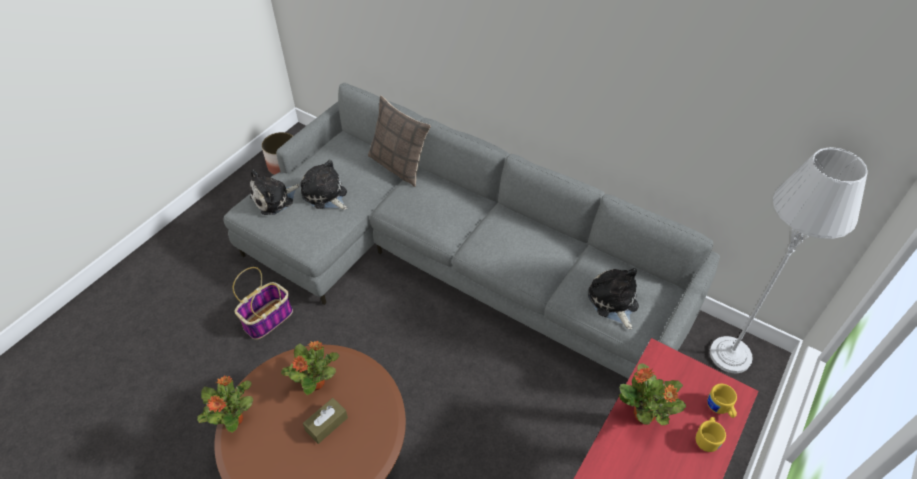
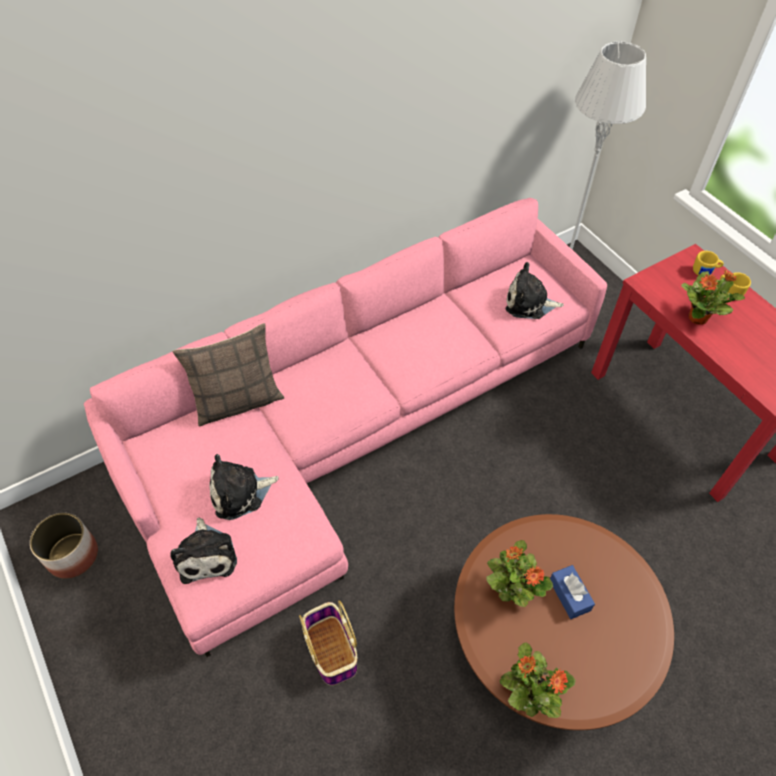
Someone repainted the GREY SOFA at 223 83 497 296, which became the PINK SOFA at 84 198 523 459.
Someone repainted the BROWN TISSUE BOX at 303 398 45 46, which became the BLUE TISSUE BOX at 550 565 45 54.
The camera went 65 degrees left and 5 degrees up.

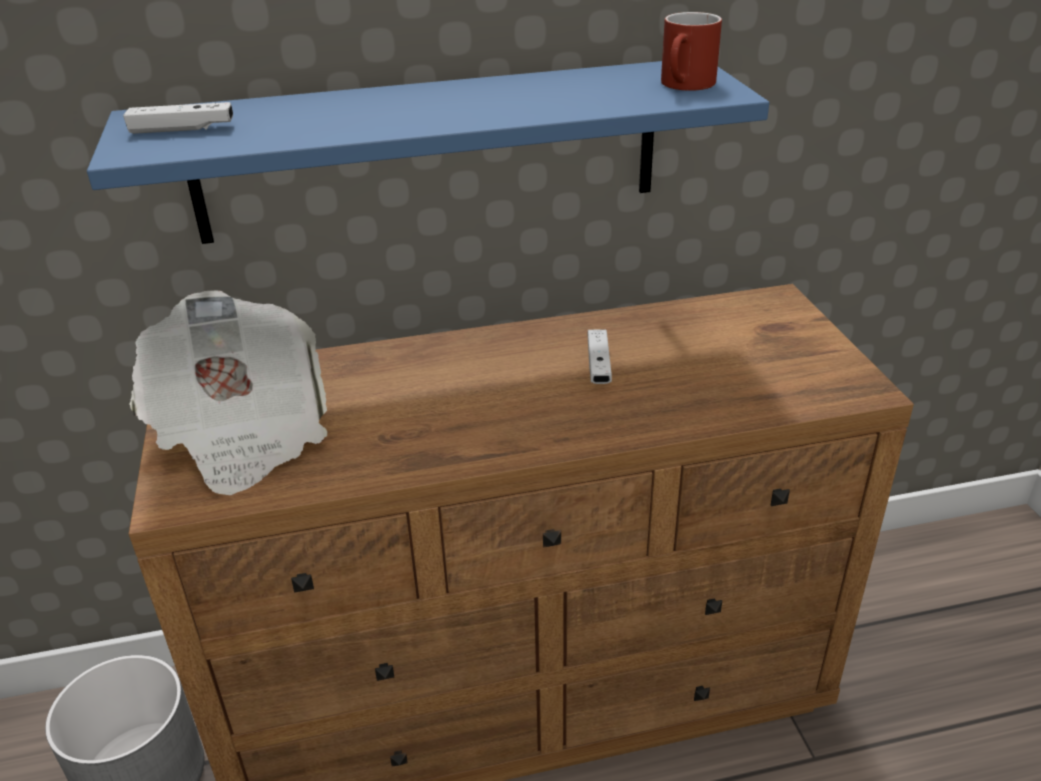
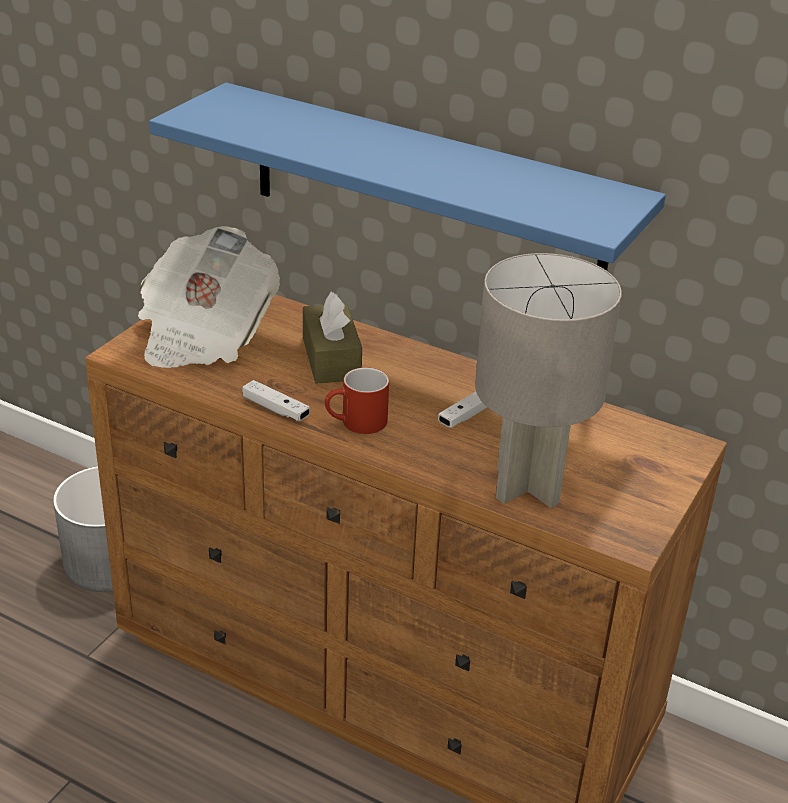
Someone put down the BROWN TISSUE BOX at 303 292 59 91.
Someone put down the GREY TABLE LAMP at 475 253 147 255.
Someone carried the WHITE GAME CONTROLLER from 123 102 110 32 to 242 380 68 41.
Someone carried the RED MUG from 661 12 61 79 to 325 367 64 67.
The camera went 40 degrees right and 0 degrees up.

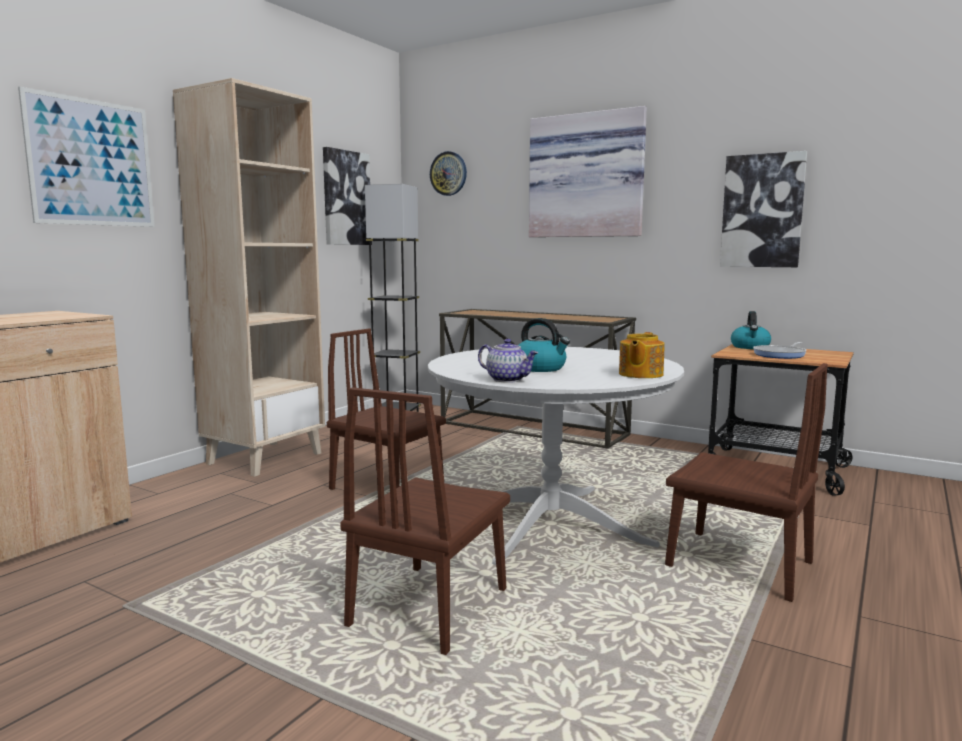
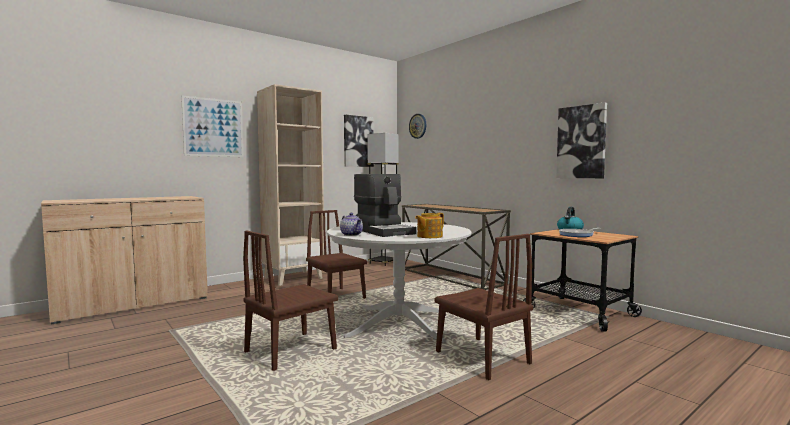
Someone took away the PICTURE at 529 106 118 131.
Someone swapped the KETTLE at 518 318 52 54 for the COFFEE MACHINE at 354 174 63 63.
The camera went 20 degrees right and 5 degrees down.

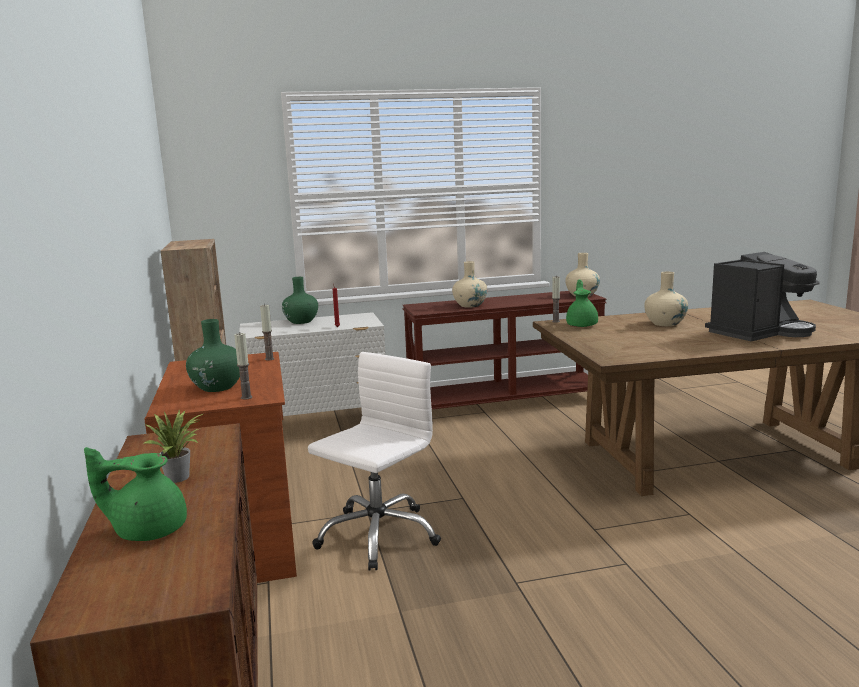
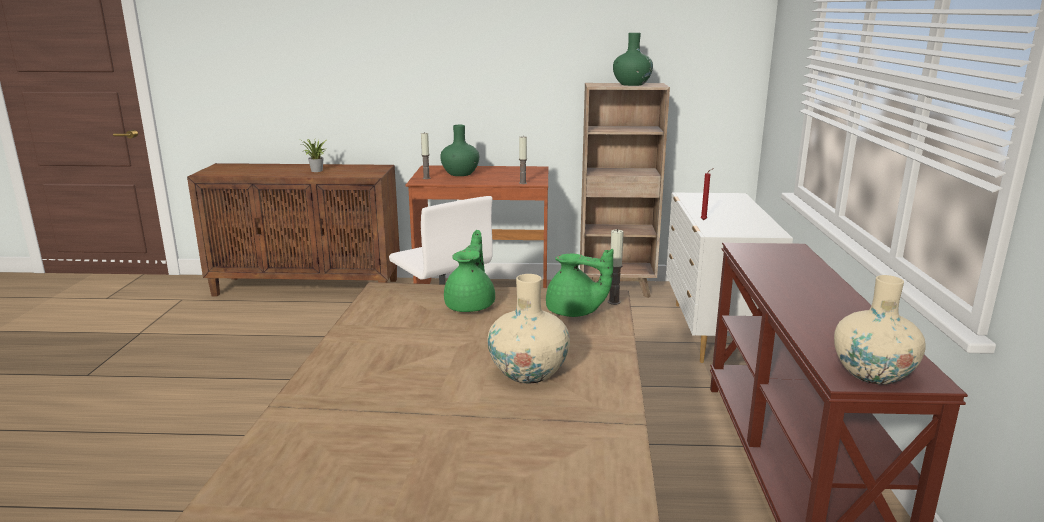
Someone took away the BEIGE VASE at 452 261 35 47.
Someone took away the COFFEE MACHINE at 705 252 115 89.
Someone carried the GREEN TEAPOT from 84 447 103 94 to 444 230 51 82.
Someone carried the GREEN VASE from 282 277 36 47 to 613 33 40 53.
The camera went 105 degrees right and 5 degrees up.

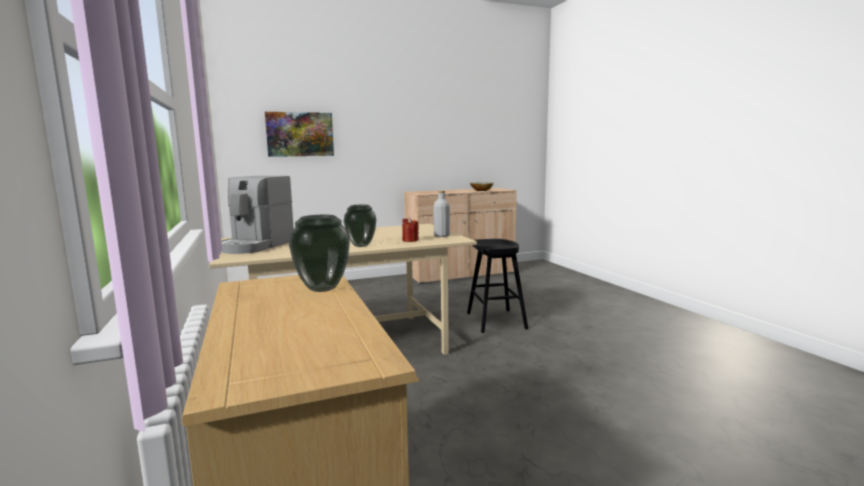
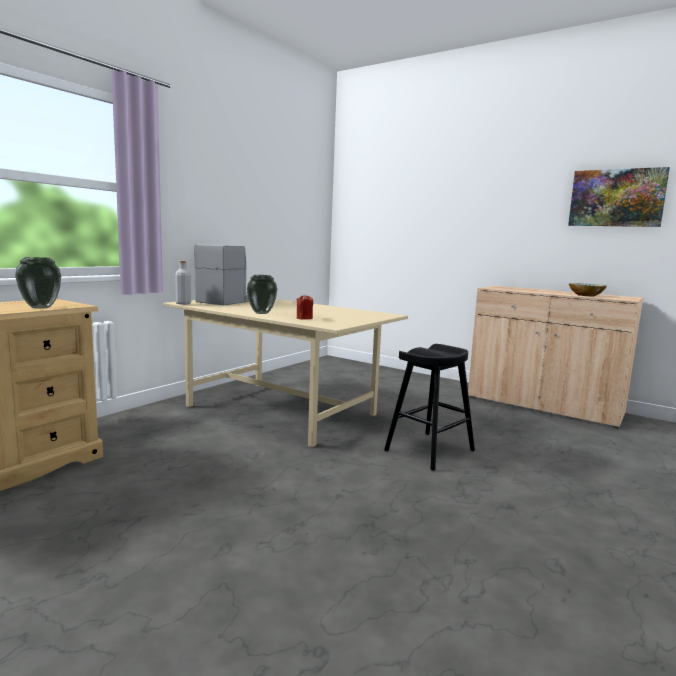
Someone carried the PICTURE from 265 112 69 45 to 568 167 102 60.
Someone carried the GREY BOTTLE from 433 191 17 46 to 175 261 16 44.
Someone rotated the COFFEE MACHINE at 221 176 73 78 by 135 degrees clockwise.
The camera went 55 degrees right and 0 degrees up.

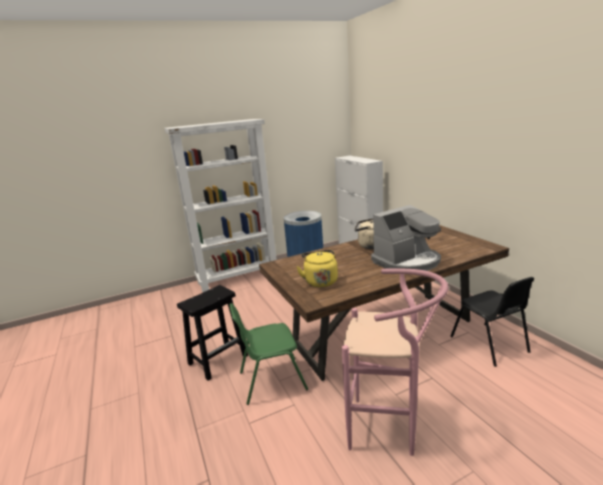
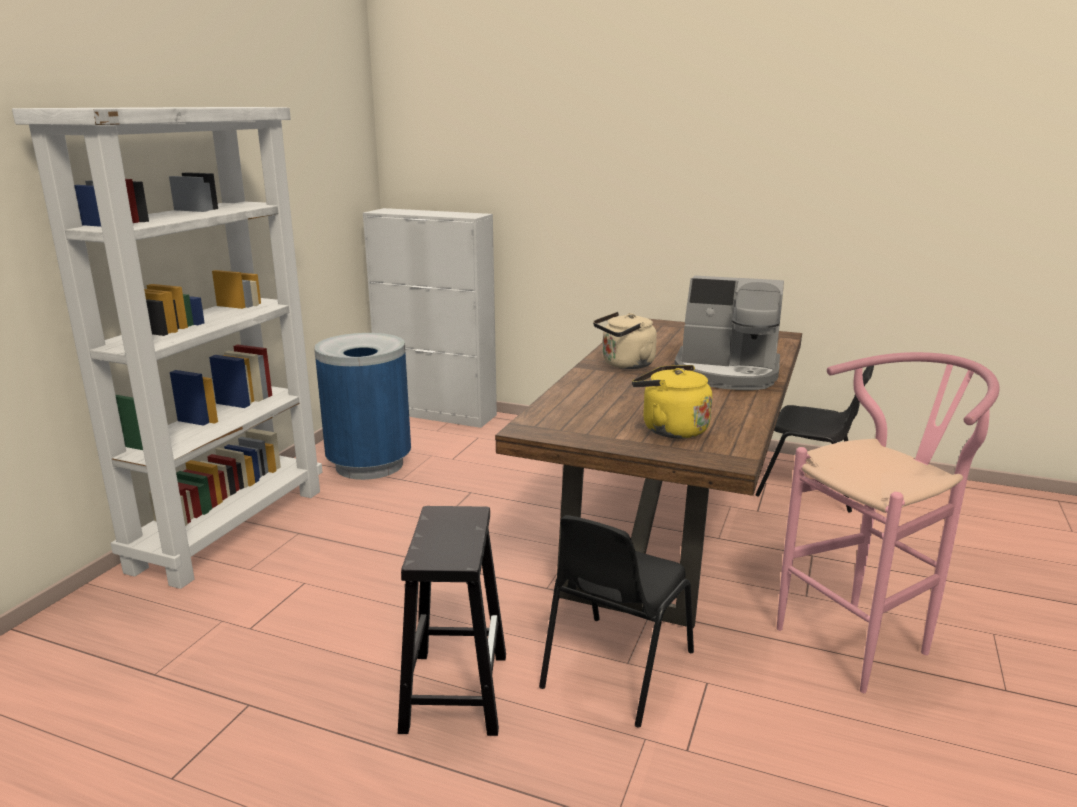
Someone repainted the GREEN CHAIR at 230 303 78 102, which became the BLACK CHAIR at 539 515 155 213.
Someone rotated the COFFEE MACHINE at 371 205 70 66 by 90 degrees clockwise.
The camera went 45 degrees left and 0 degrees up.

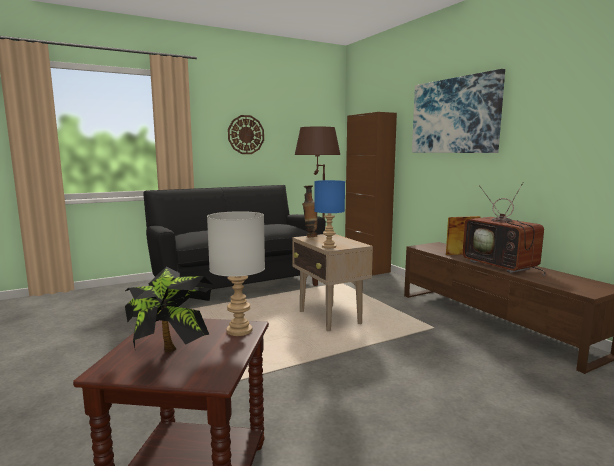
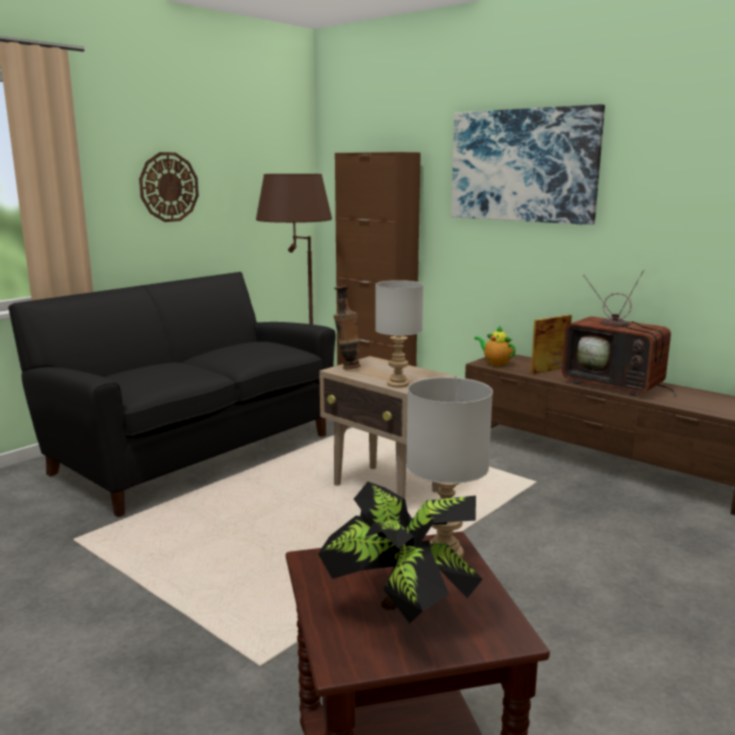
Someone put down the TEAPOT at 474 326 42 40.
Someone repainted the BLUE TABLE LAMP at 314 180 31 68, which became the GREY TABLE LAMP at 375 280 49 108.
The camera went 20 degrees left and 5 degrees up.

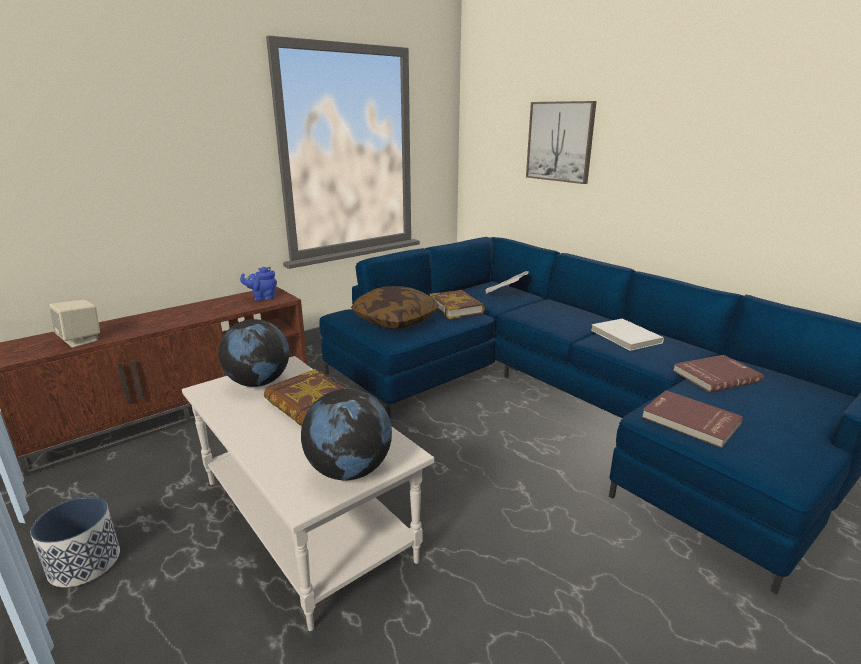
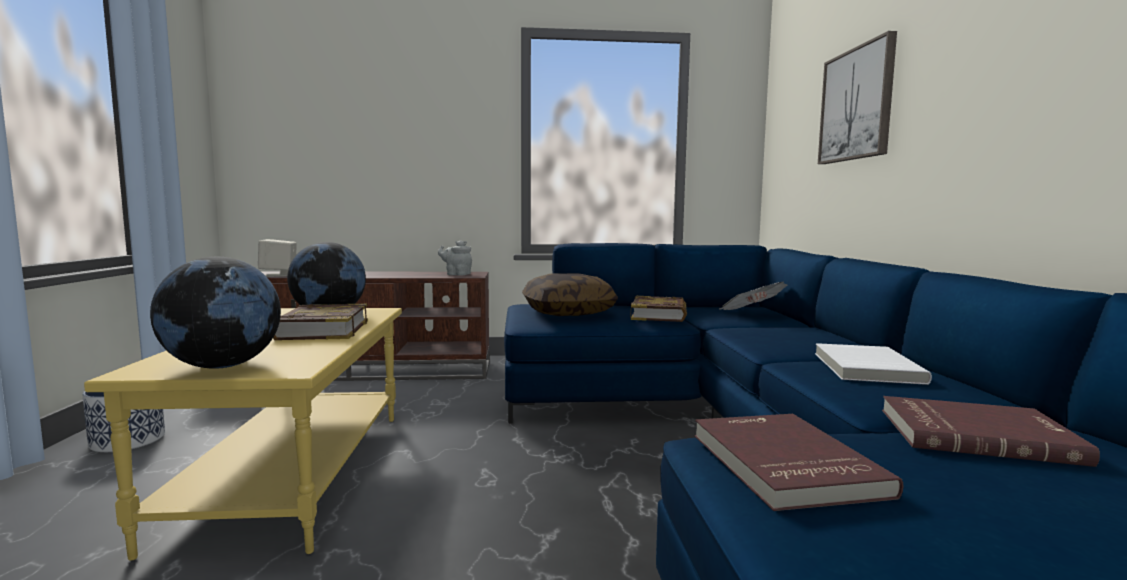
Someone repainted the WHITE COFFEE TABLE at 182 356 252 275, which became the YELLOW COFFEE TABLE at 84 308 318 253.
Someone repainted the BLUE TEAPOT at 240 267 37 34, which became the GREY TEAPOT at 438 240 34 36.
The camera went 35 degrees right and 15 degrees down.

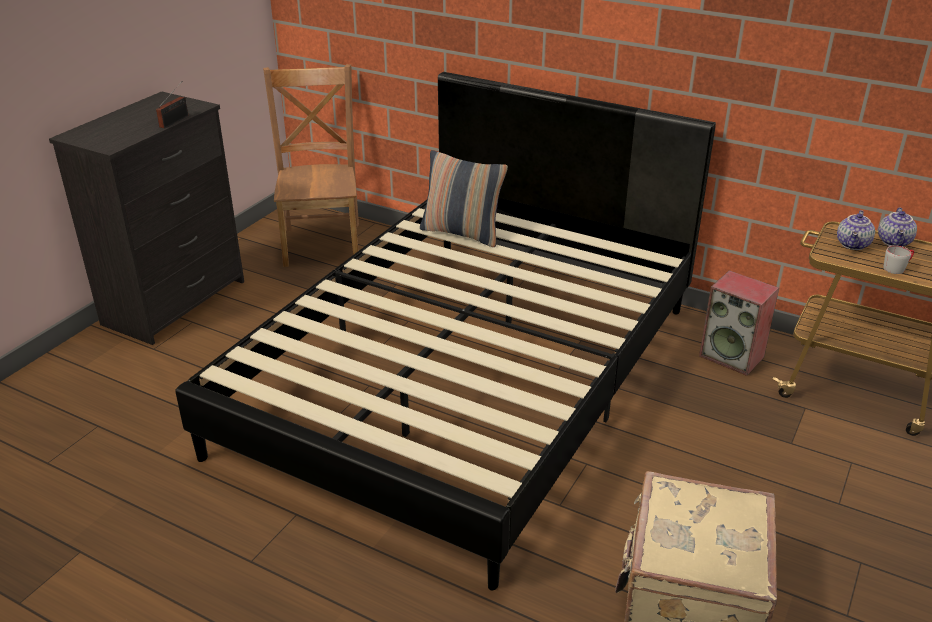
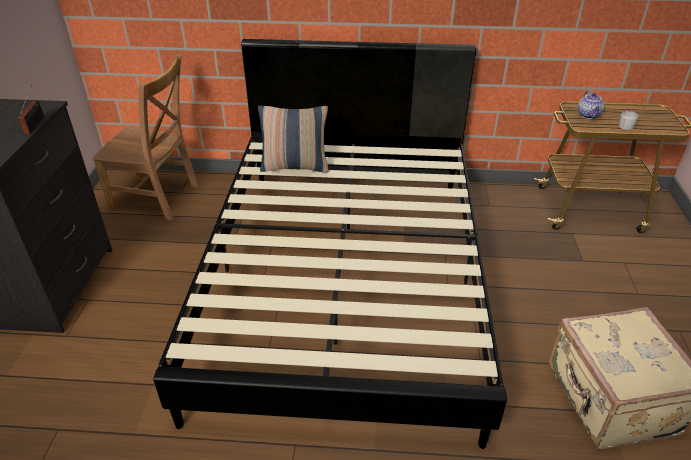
Someone took away the SPEAKER at 699 270 80 106.
Someone took away the TEAPOT at 878 207 39 40.
Someone rotated the BROWN CHAIR at 263 64 96 203 by 135 degrees clockwise.
The camera went 25 degrees left and 5 degrees up.

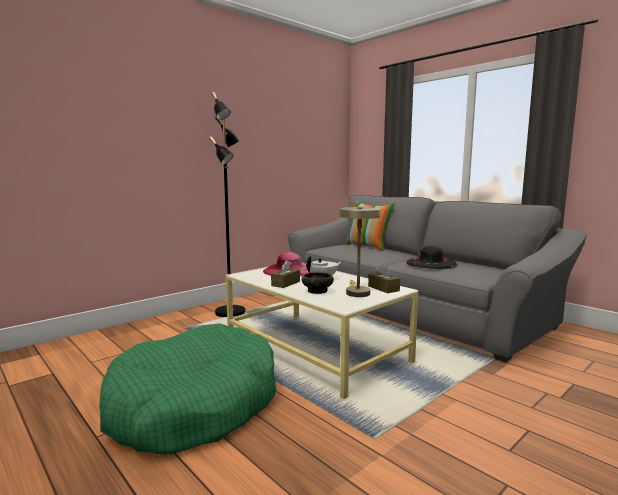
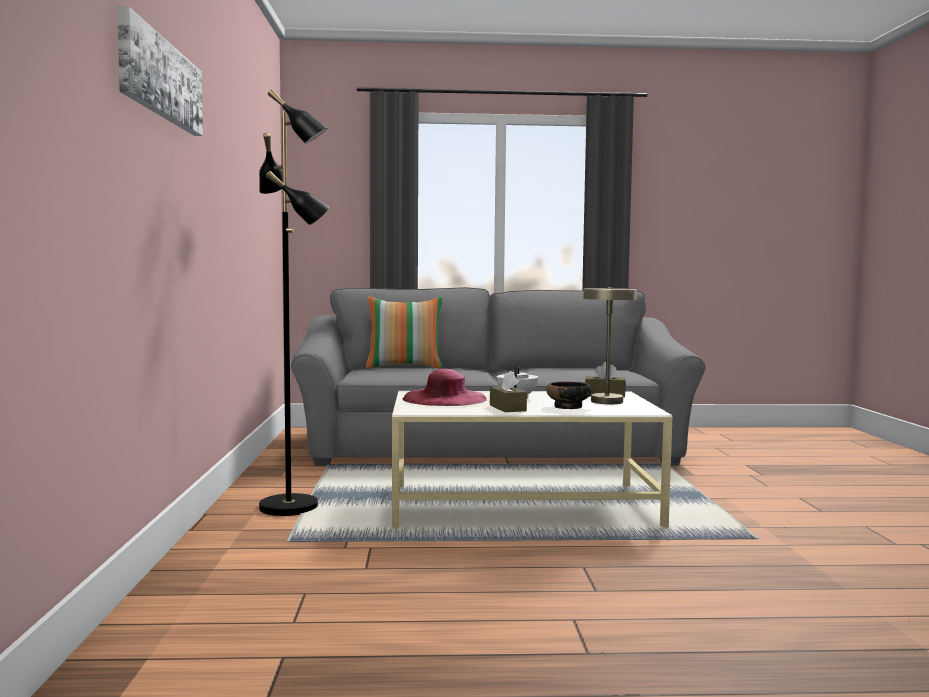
Someone took away the GREEN DOG BED at 99 323 177 132.
Someone took away the BLACK HAT at 406 246 52 23.
Someone put up the PICTURE at 117 6 86 130.
The camera went 50 degrees left and 5 degrees down.

